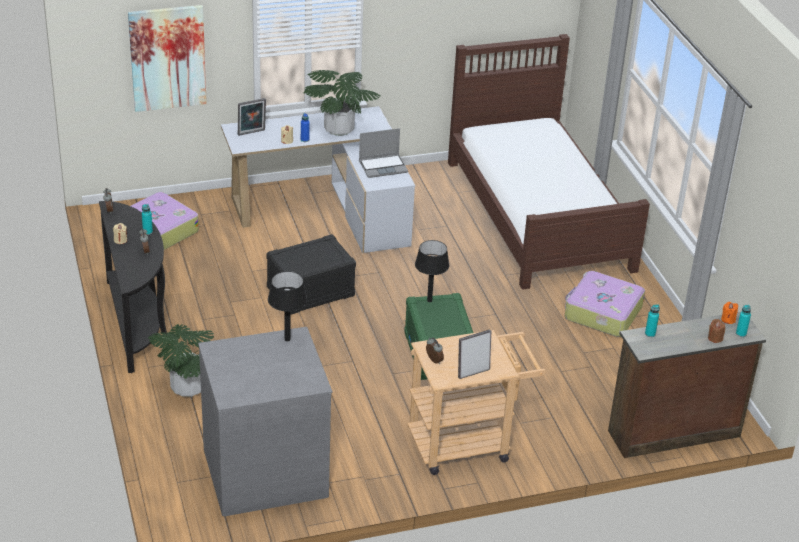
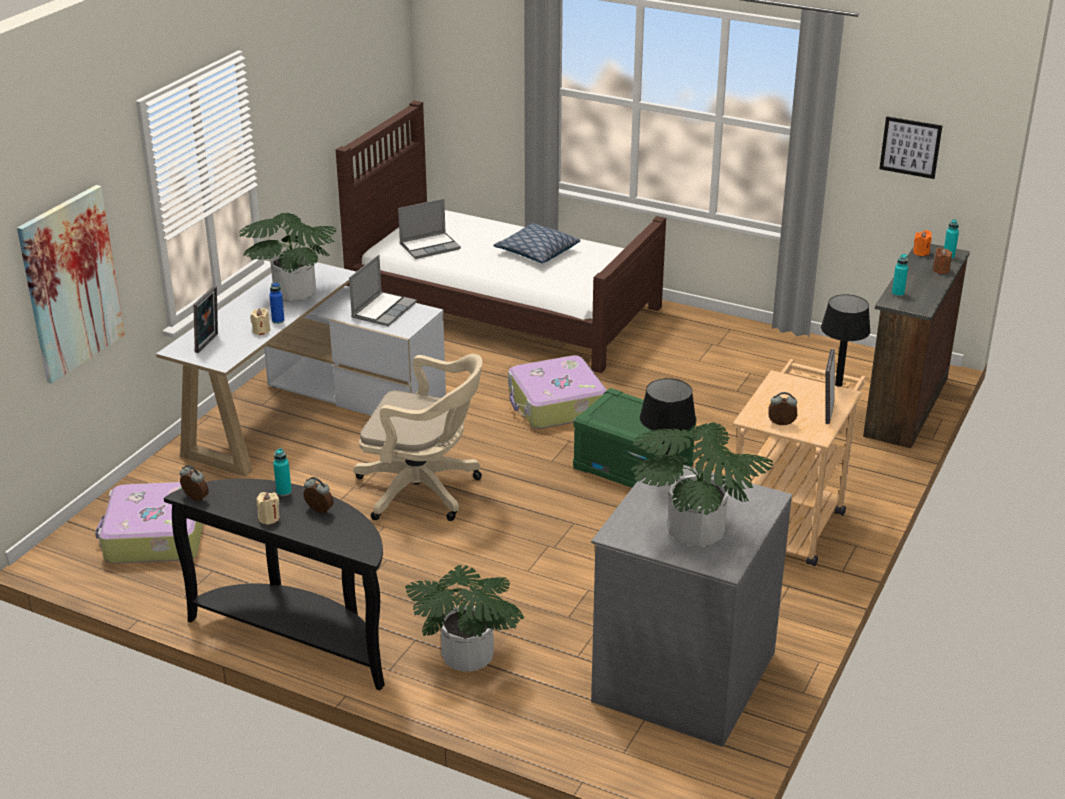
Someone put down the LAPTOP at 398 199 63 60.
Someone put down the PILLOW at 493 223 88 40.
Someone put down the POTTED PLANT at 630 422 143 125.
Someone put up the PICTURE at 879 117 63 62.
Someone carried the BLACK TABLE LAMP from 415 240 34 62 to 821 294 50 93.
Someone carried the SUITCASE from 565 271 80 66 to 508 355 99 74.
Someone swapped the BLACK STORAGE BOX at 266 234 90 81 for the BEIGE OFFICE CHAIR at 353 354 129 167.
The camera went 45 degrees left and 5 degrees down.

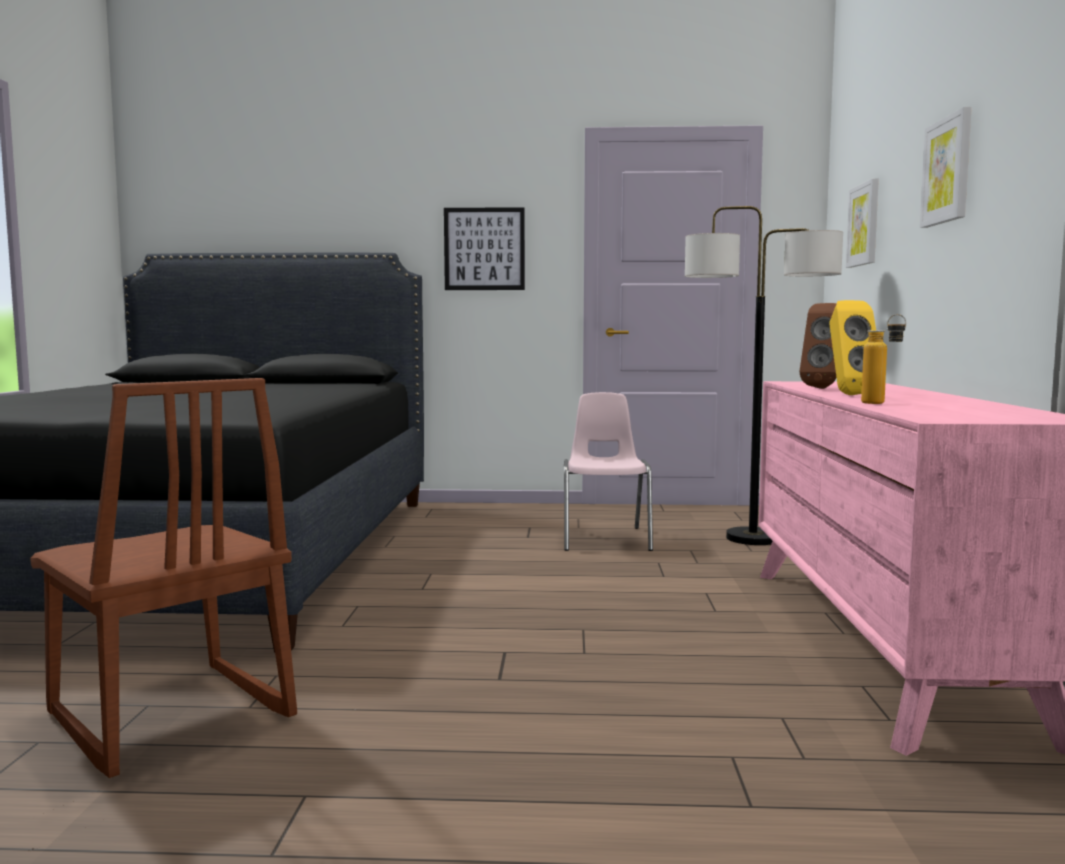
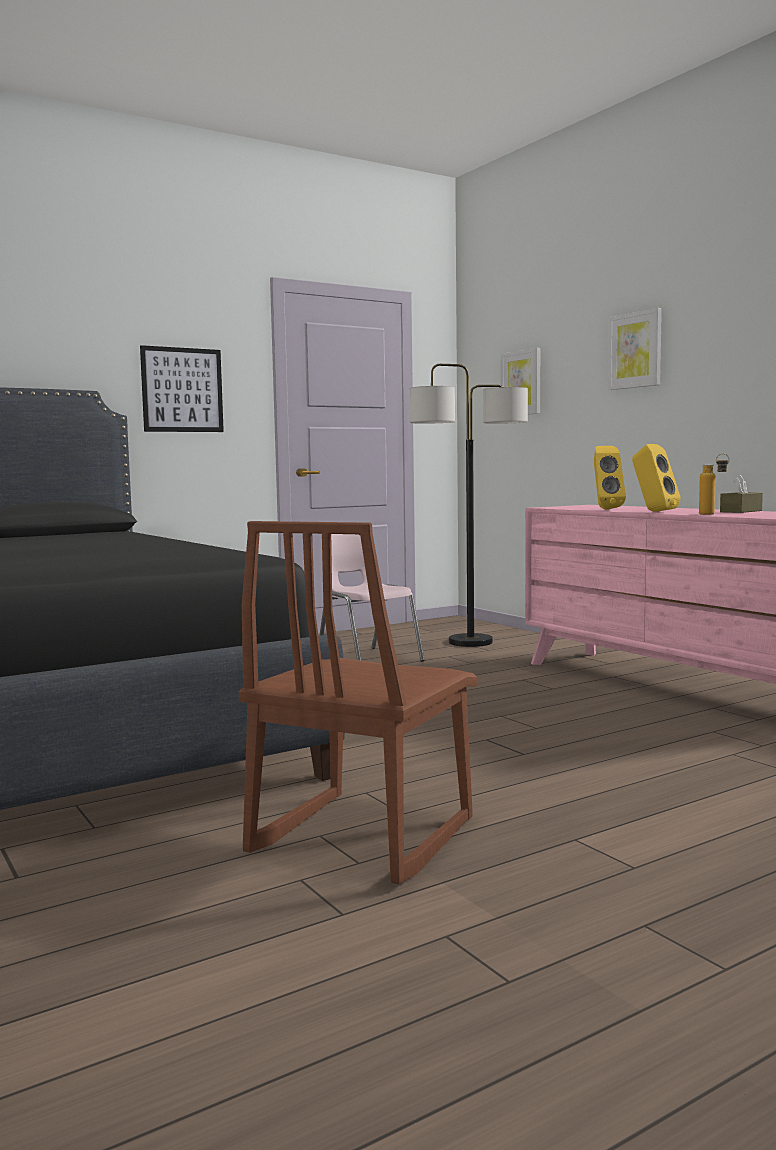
Someone put down the BROWN TISSUE BOX at 720 475 43 38.
Someone repainted the BROWN SPEAKER at 800 303 37 86, which became the YELLOW SPEAKER at 594 446 32 64.
Someone rotated the BROWN CHAIR at 30 378 267 400 by 105 degrees clockwise.
The camera went 35 degrees left and 0 degrees up.

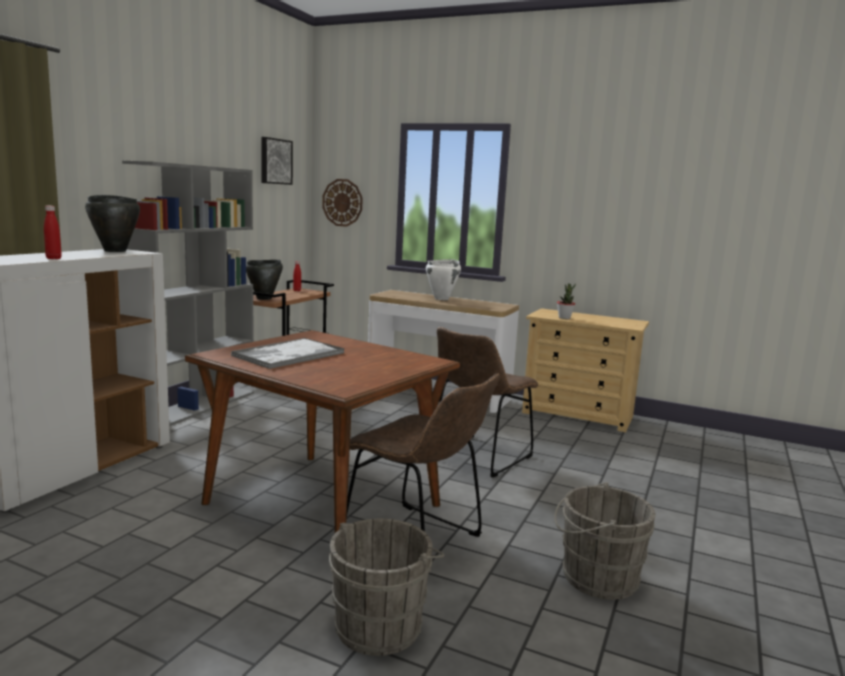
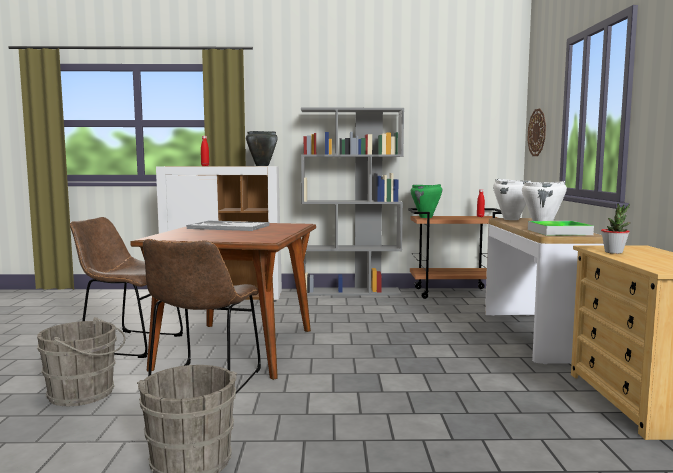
Someone took away the PICTURE at 261 137 32 48.
Someone put down the WHITE COOKING POT at 493 179 38 41.
Someone put down the TRAY at 528 221 66 15.
Someone carried the BROWN CHAIR from 437 327 101 151 to 70 217 113 141.
Someone repainted the BLACK COOKING POT at 246 260 37 40, which became the GREEN COOKING POT at 411 184 31 34.
The camera went 65 degrees right and 5 degrees down.

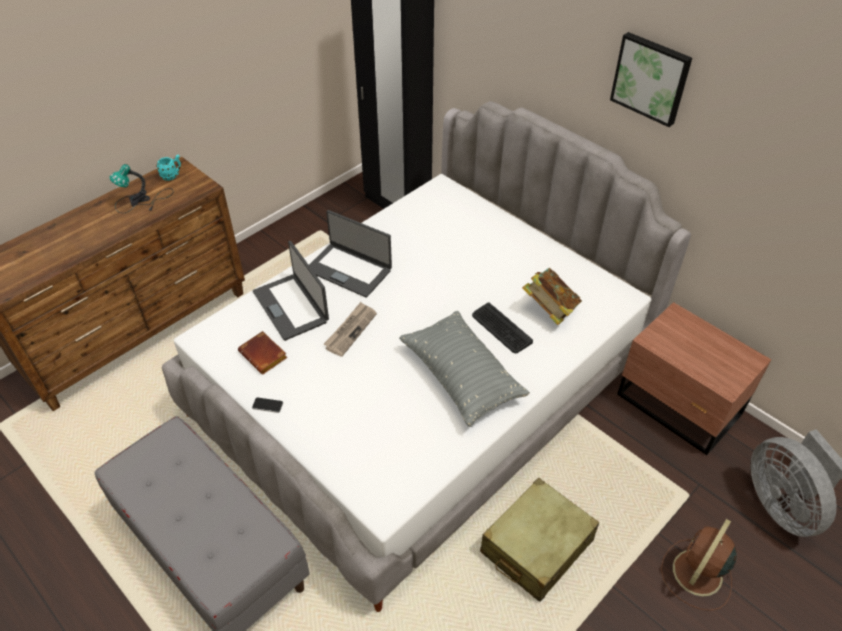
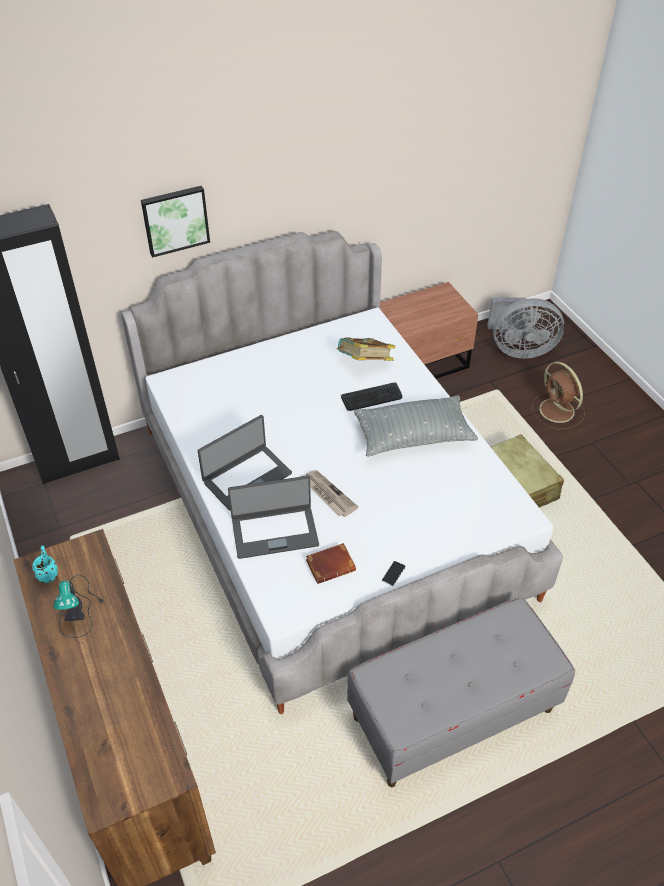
Someone carried the PICTURE from 610 32 82 95 to 141 186 69 72.
The camera went 70 degrees left and 0 degrees up.

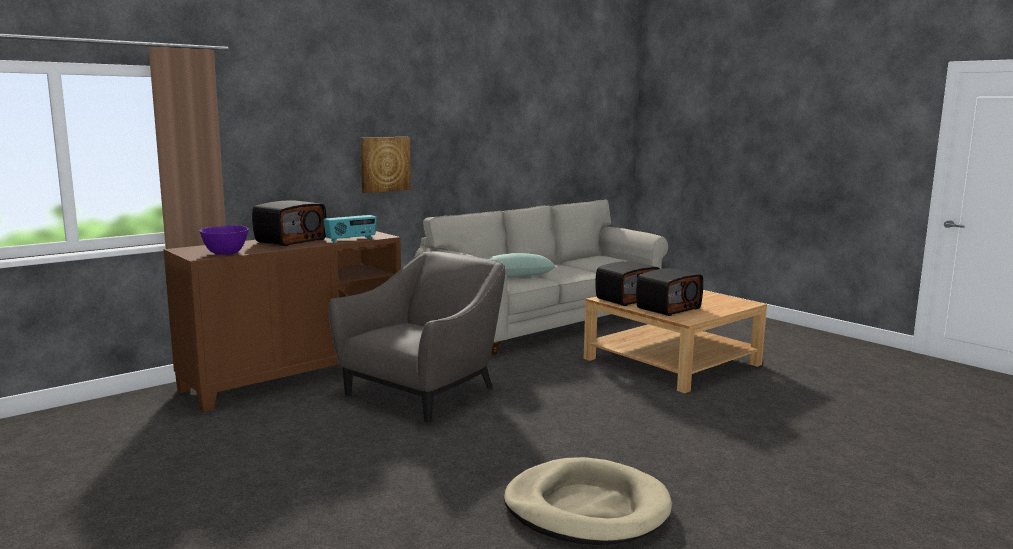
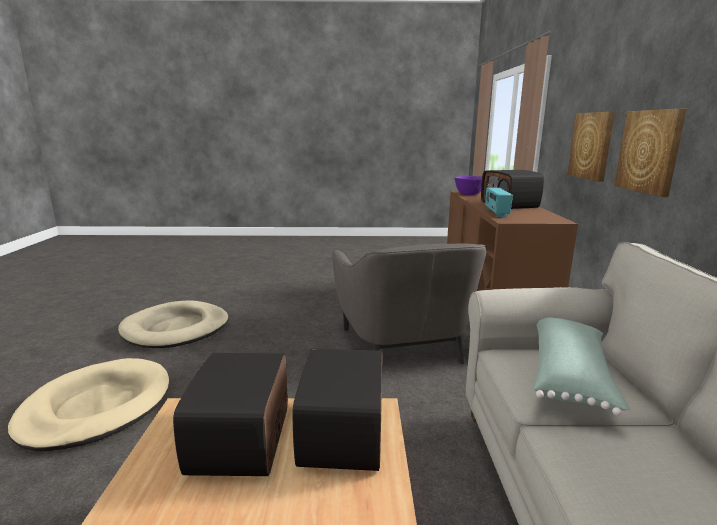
Someone put down the BEIGE DOG BED at 8 358 161 93.
Someone put up the PICTURE at 567 112 48 70.
The camera went 130 degrees right and 5 degrees up.

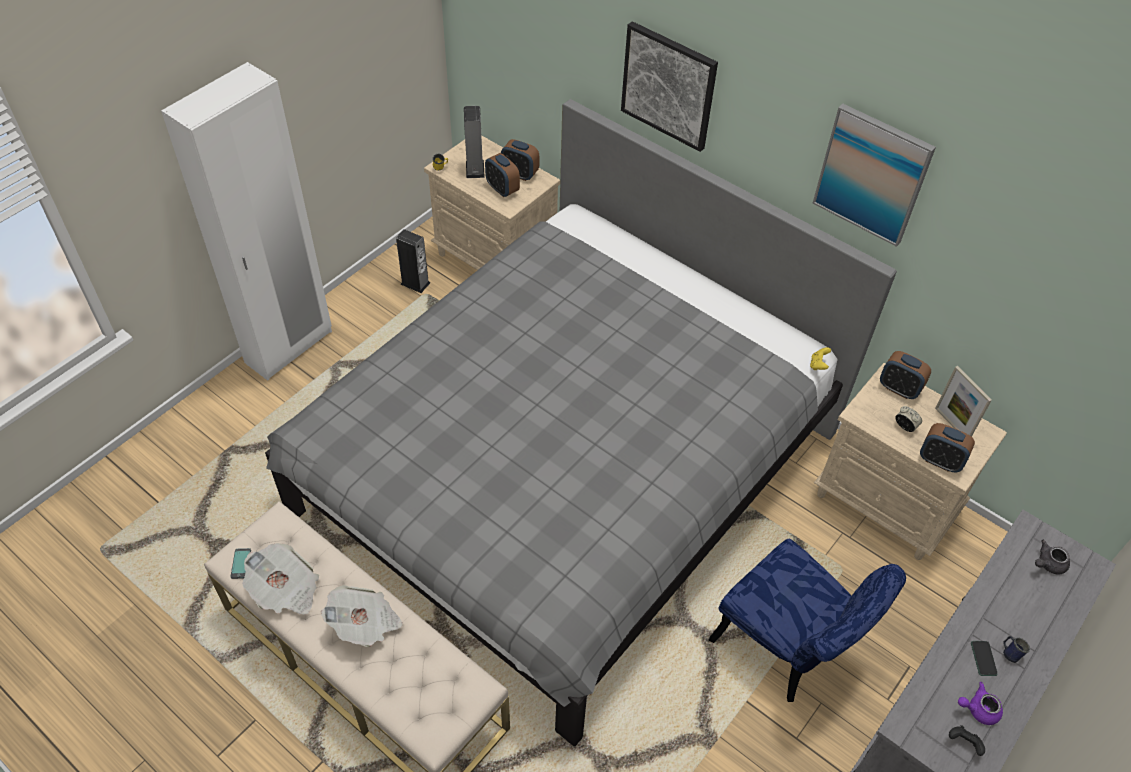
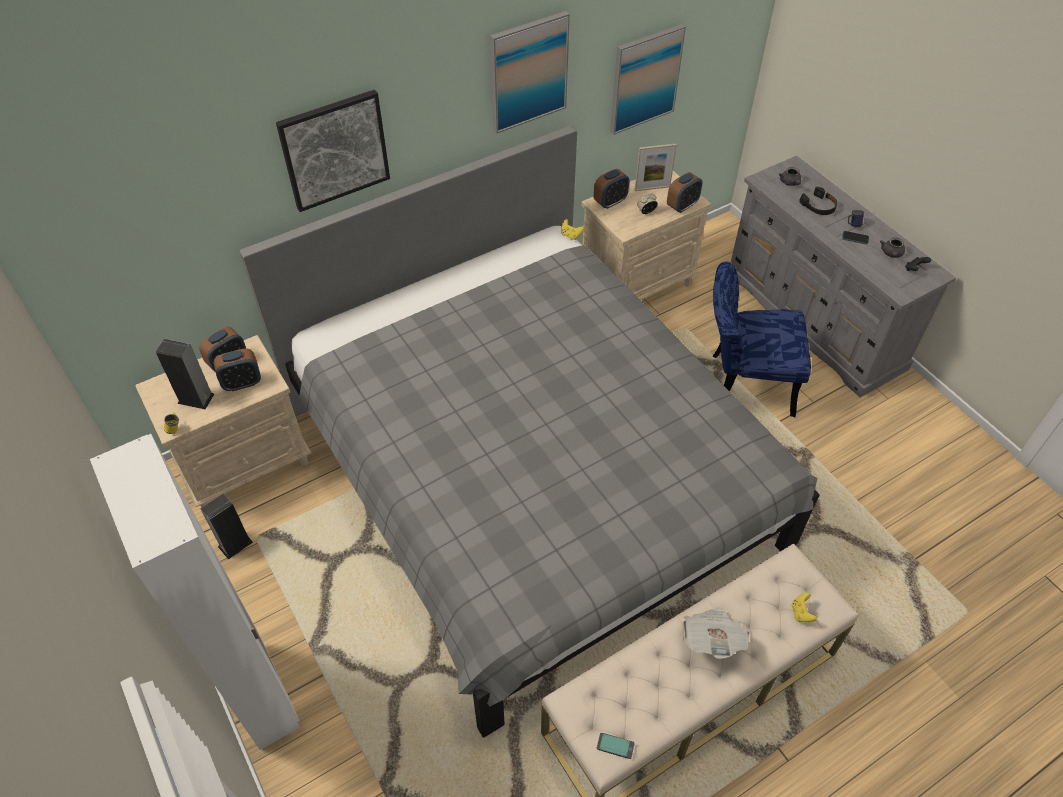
Someone took away the NEWSPAPER at 242 543 77 72.
Someone put up the PICTURE at 610 24 76 111.
Someone put down the YELLOW GAME CONTROLLER at 792 593 25 29.
Someone put down the BLACK HEADPHONES at 799 187 38 28.
Someone repainted the PURPLE TEAPOT at 958 682 45 43, which became the GREY TEAPOT at 880 237 25 21.
Someone rotated the BLUE CHAIR at 709 538 197 164 by 150 degrees counterclockwise.
The camera went 70 degrees left and 0 degrees up.

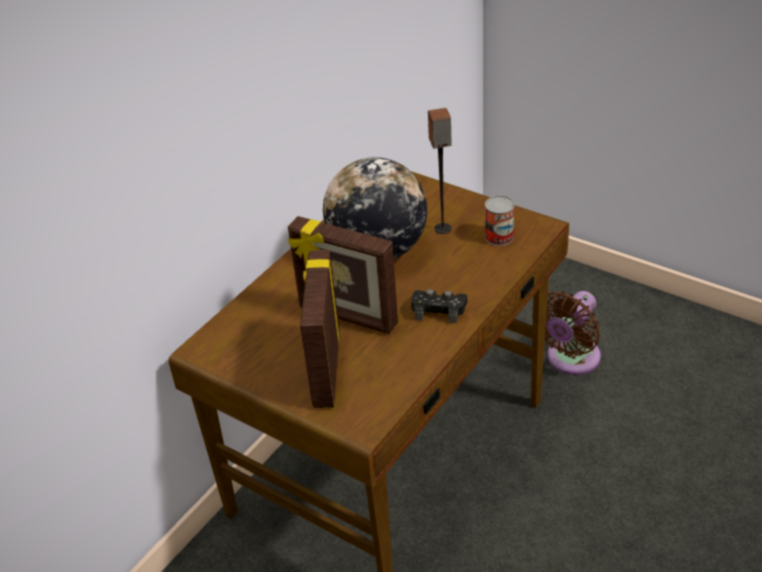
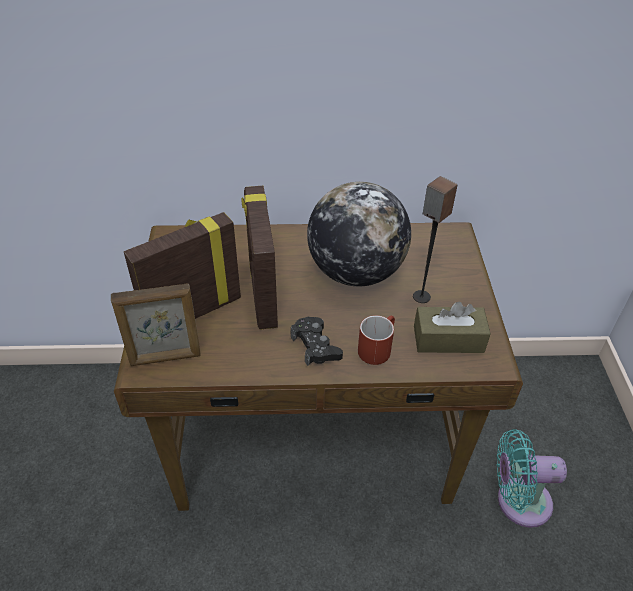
Someone put down the PICTURE FRAME at 111 283 90 83.
Someone put down the RED MUG at 358 315 37 50.
Someone swapped the CAN at 485 195 30 51 for the BROWN TISSUE BOX at 414 302 77 51.
Someone repainted the BROWN FAN at 532 291 69 84, which became the TURQUOISE FAN at 497 429 70 99.
The camera went 50 degrees right and 5 degrees up.

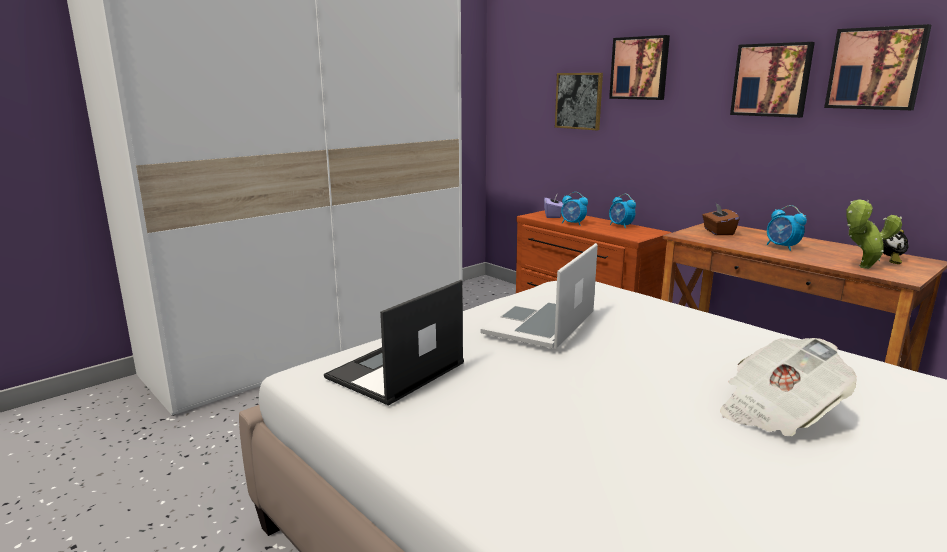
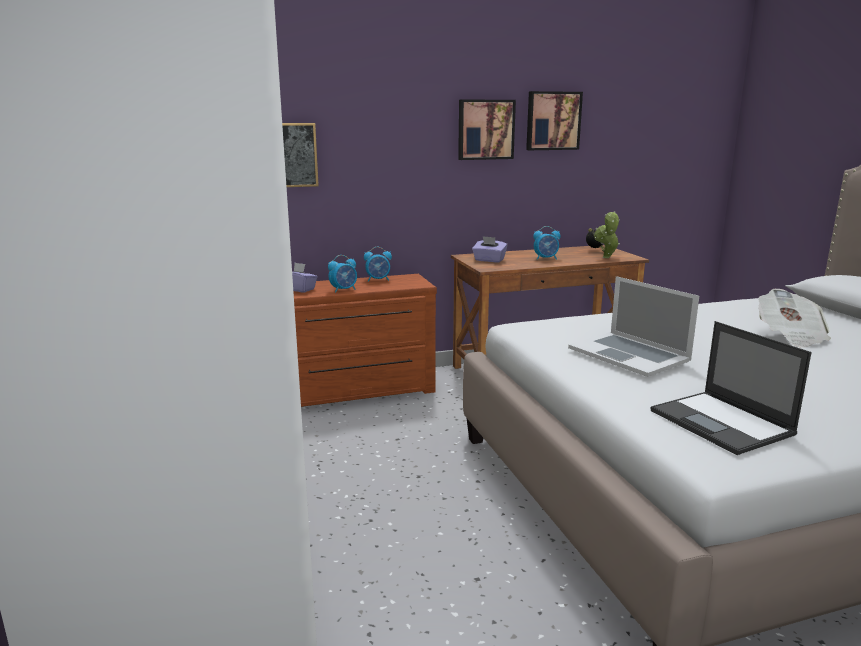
Someone took away the PICTURE at 609 35 61 65.
Someone repainted the BROWN TISSUE BOX at 702 204 38 31, which became the PURPLE TISSUE BOX at 472 236 36 26.
The camera went 65 degrees left and 0 degrees up.

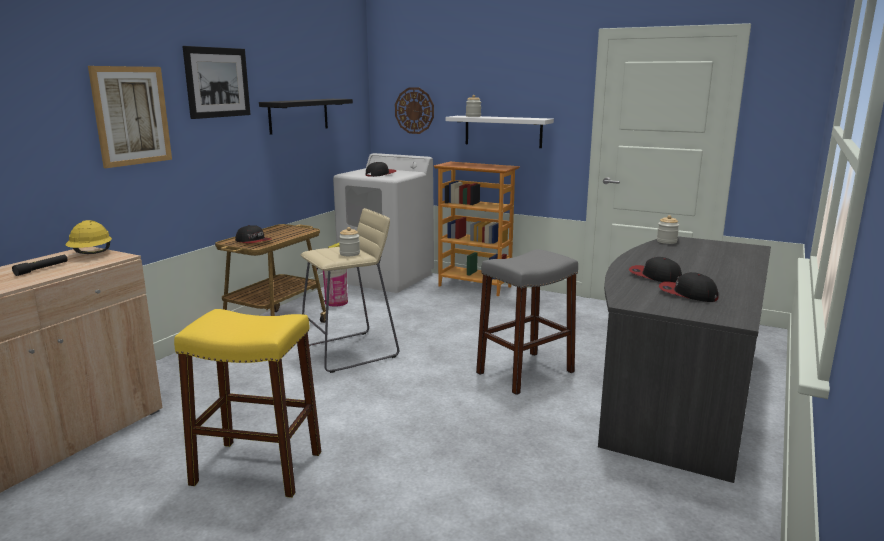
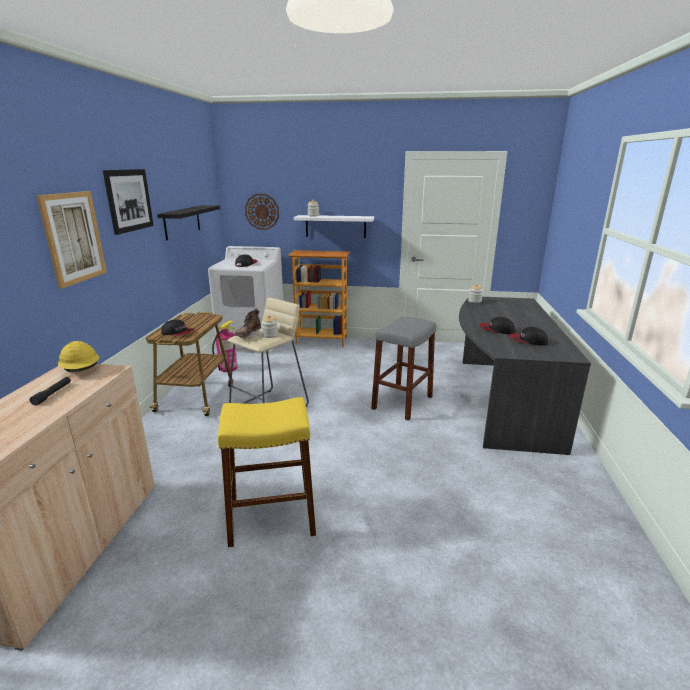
Someone put down the BROWN BOOT at 234 308 27 31.
The camera went 20 degrees left and 5 degrees up.

